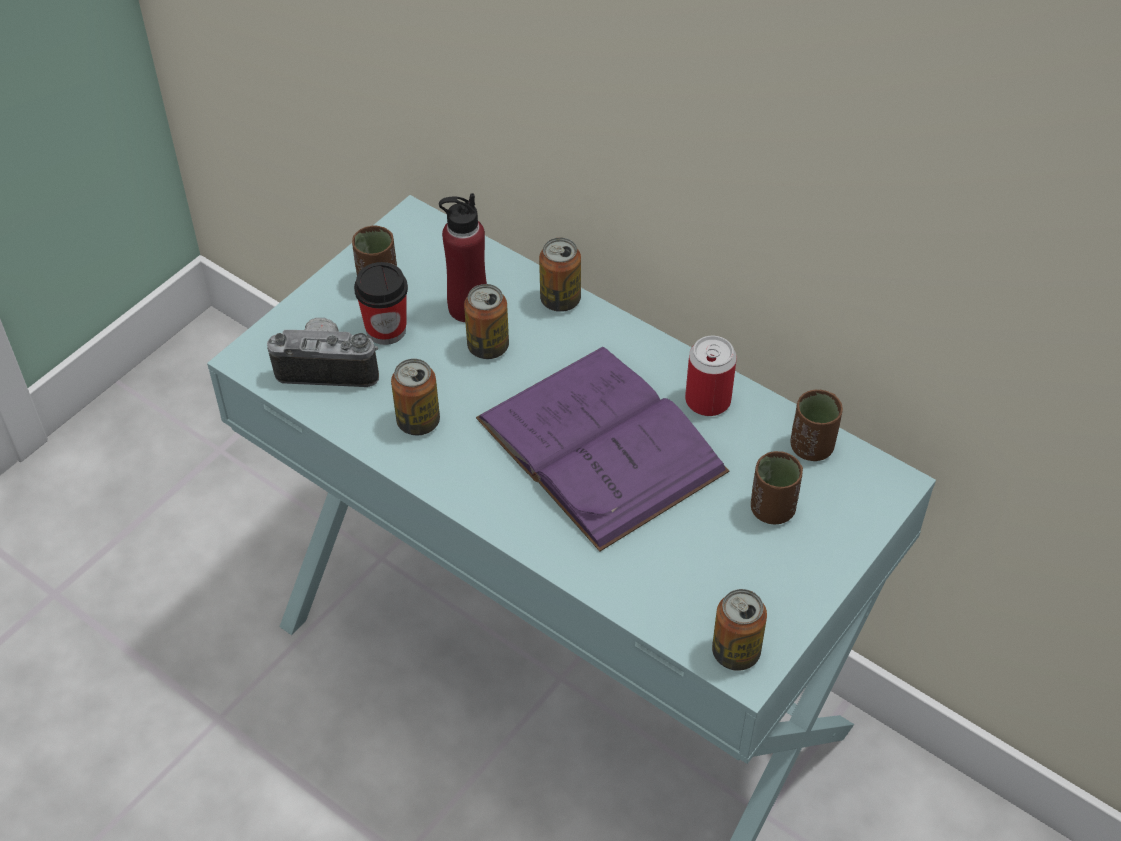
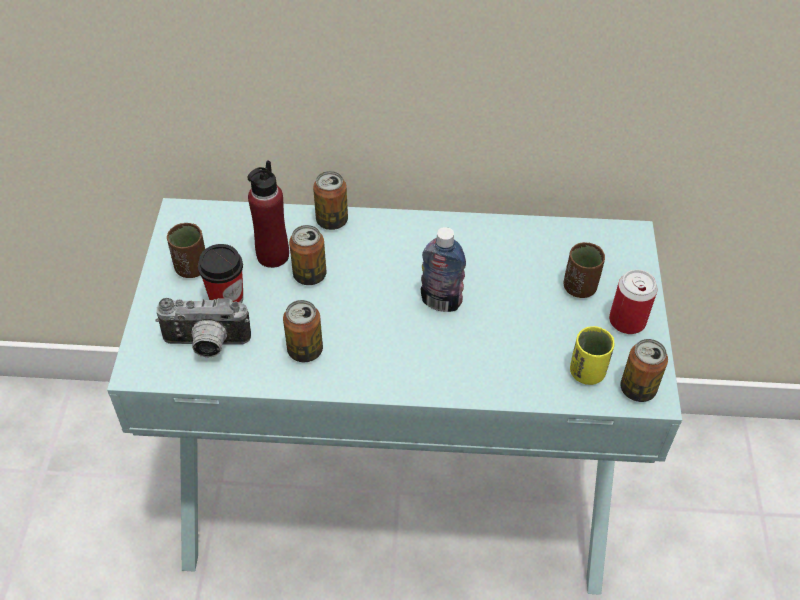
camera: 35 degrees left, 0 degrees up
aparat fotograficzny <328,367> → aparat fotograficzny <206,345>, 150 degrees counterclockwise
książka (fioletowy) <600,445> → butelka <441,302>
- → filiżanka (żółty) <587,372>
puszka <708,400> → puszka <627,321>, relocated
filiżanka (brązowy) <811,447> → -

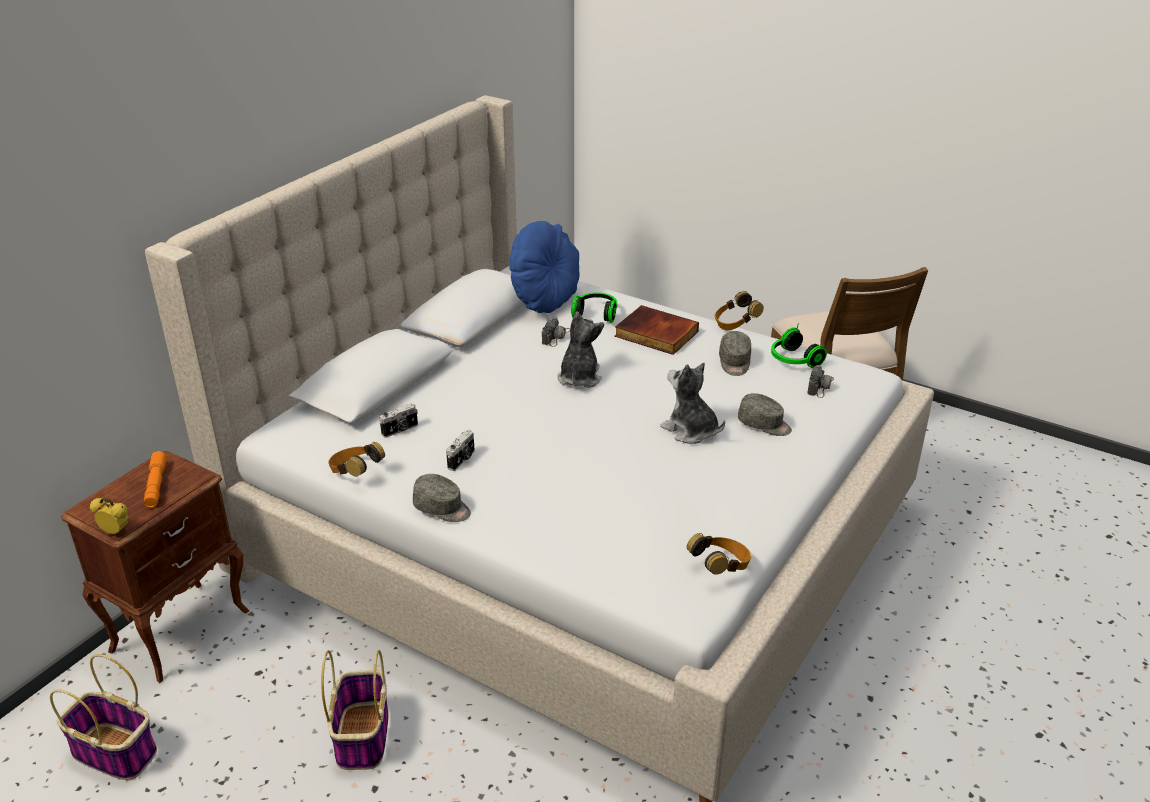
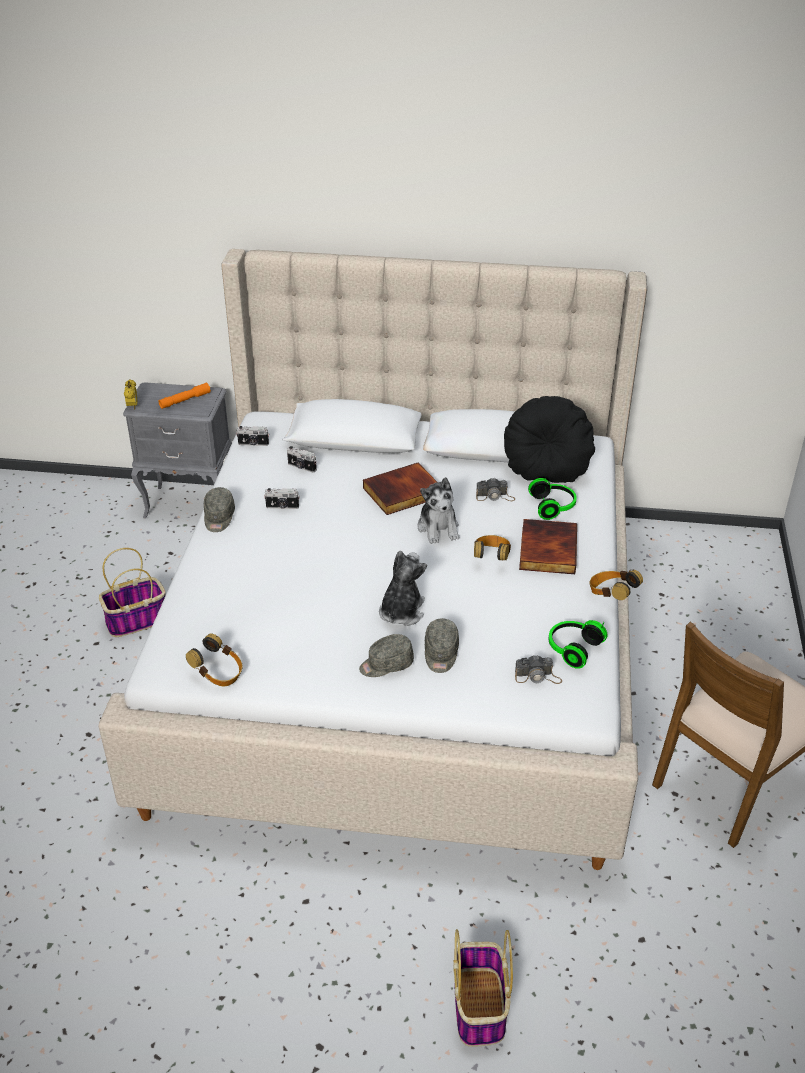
camera: 65 degrees right, 5 degrees up
szafka nocna (brązowy) <180,630> → szafka nocna (szary) <190,505>
- → aparat fotograficzny <253,444>
czapka z daszkiem (szary) <734,362> → czapka z daszkiem (szary) <386,664>, relocated
- → książka <403,493>
pluszak <579,377> → pluszak <438,528>, 90 degrees clockwise
koszyk <116,752> → koszyk <480,1008>, relocated
słuchawki <355,473> → słuchawki <491,557>, relocated
poduszka (niebieski) <545,303> → poduszka (czarny) <546,474>

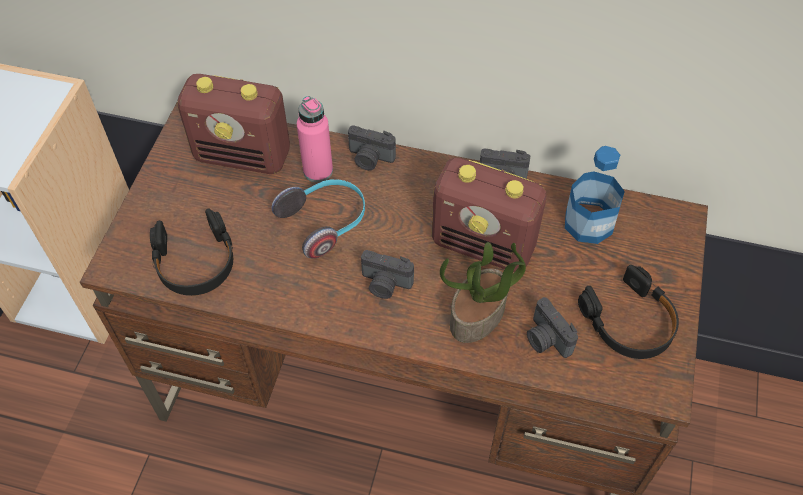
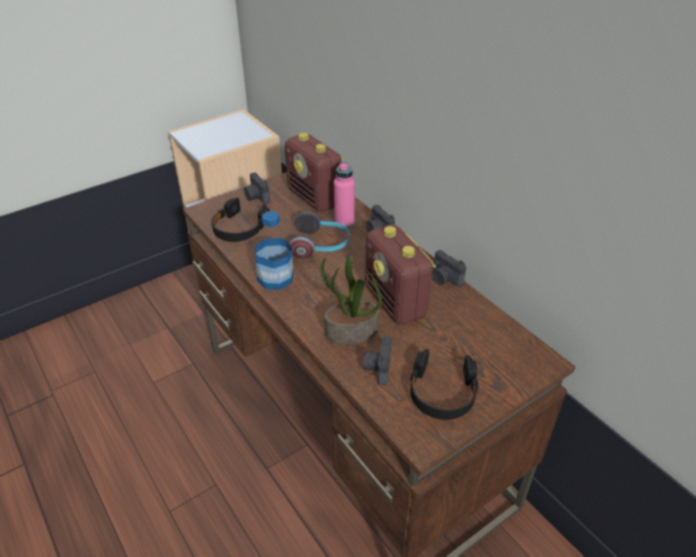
camera: 40 degrees right, 15 degrees down
aparat fotograficzny <385,284> → aparat fotograficzny <256,197>, relocated
butelka <588,223> → butelka <275,278>, relocated

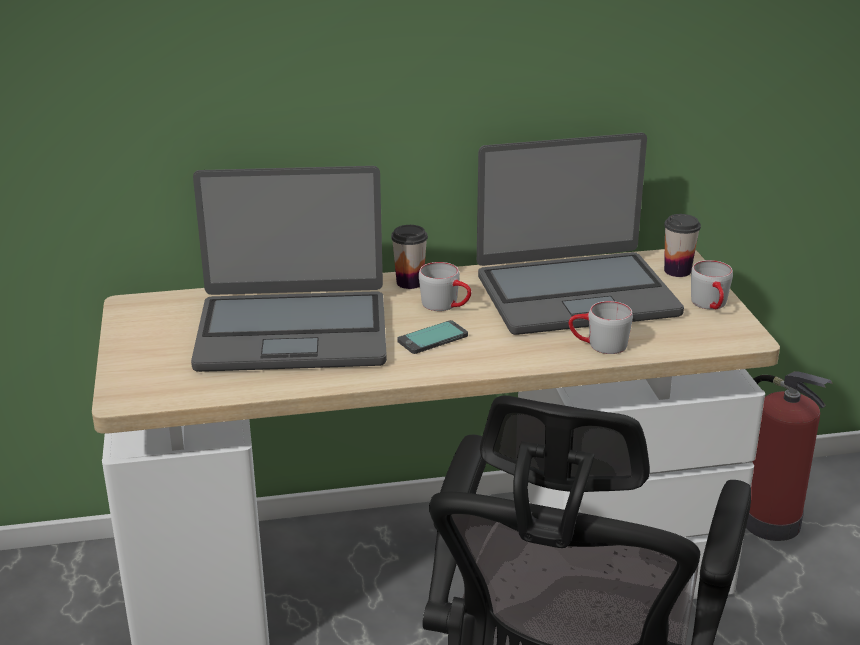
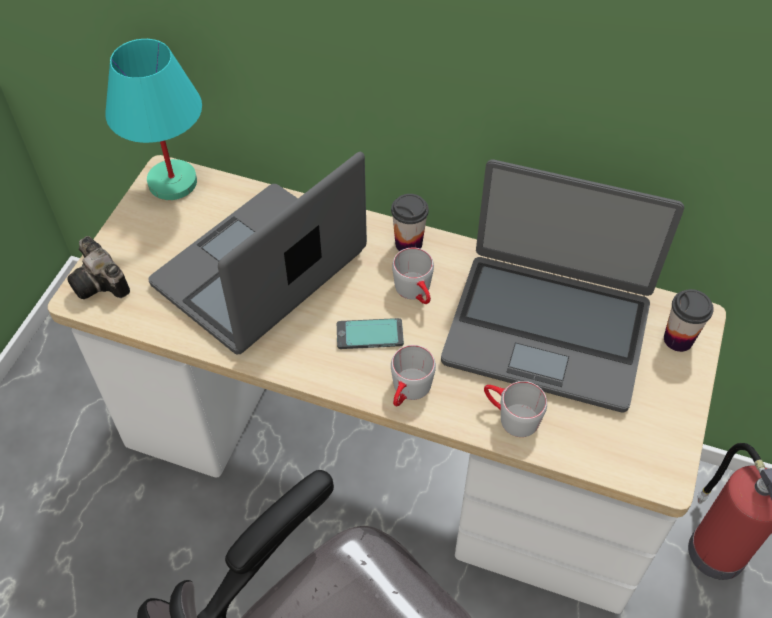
camera: 30 degrees right, 25 degrees up
- → aparat fotograficzny <101,284>
- → lampa stołowa (turkusowy) <172,183>
laptop <292,332> → laptop <261,271>, 105 degrees clockwise
kubek (szary) <711,306> → kubek (szary) <408,392>, relocated

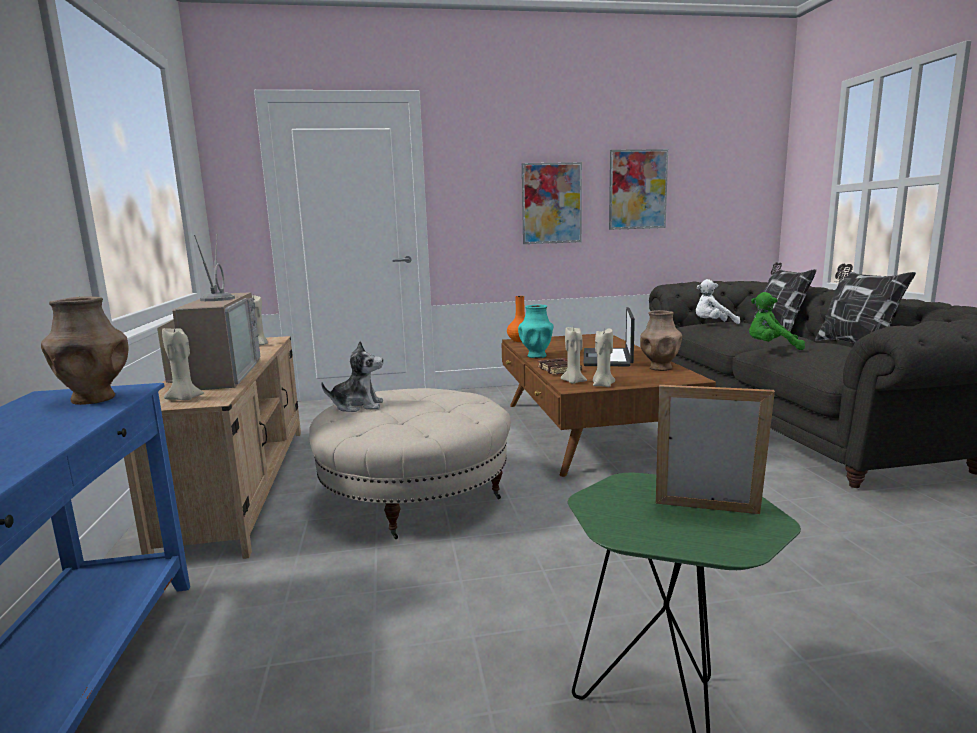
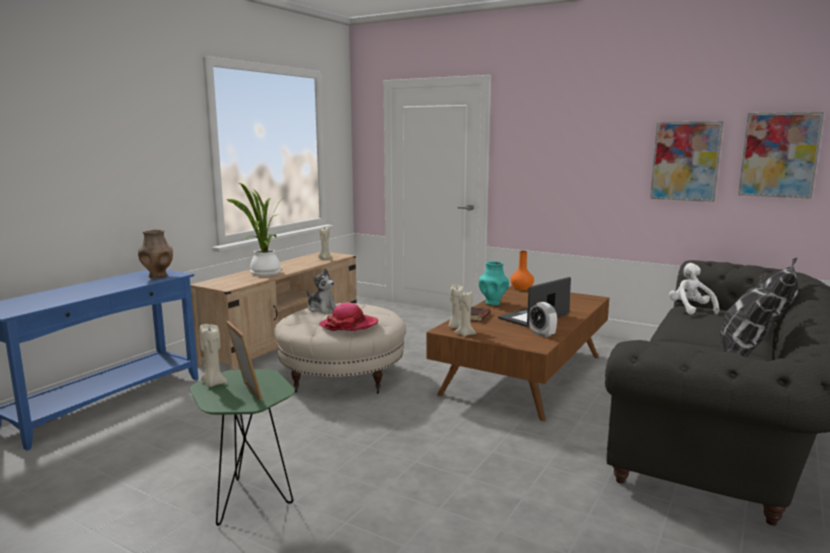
camera: 40 degrees right, 0 degrees up
świeca (beżowy) <185,399> → świeca (beżowy) <213,384>, relocated
telewizor <218,374> → roślina doniczkowa <263,273>
- → kapelusz <349,325>
wazon (brązowy) <660,368> → budzik <542,334>
pluszak (biały) <713,324> → pluszak (biały) <690,309>, 45 degrees clockwise
obraz <551,203> → obraz <779,155>, relocated
pluszak (zielony) <771,347> → -

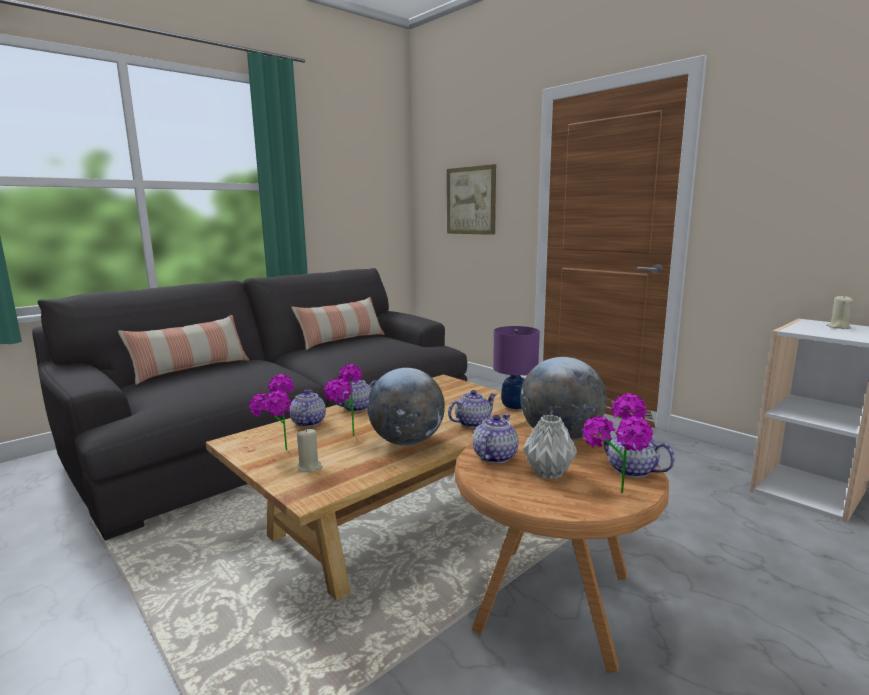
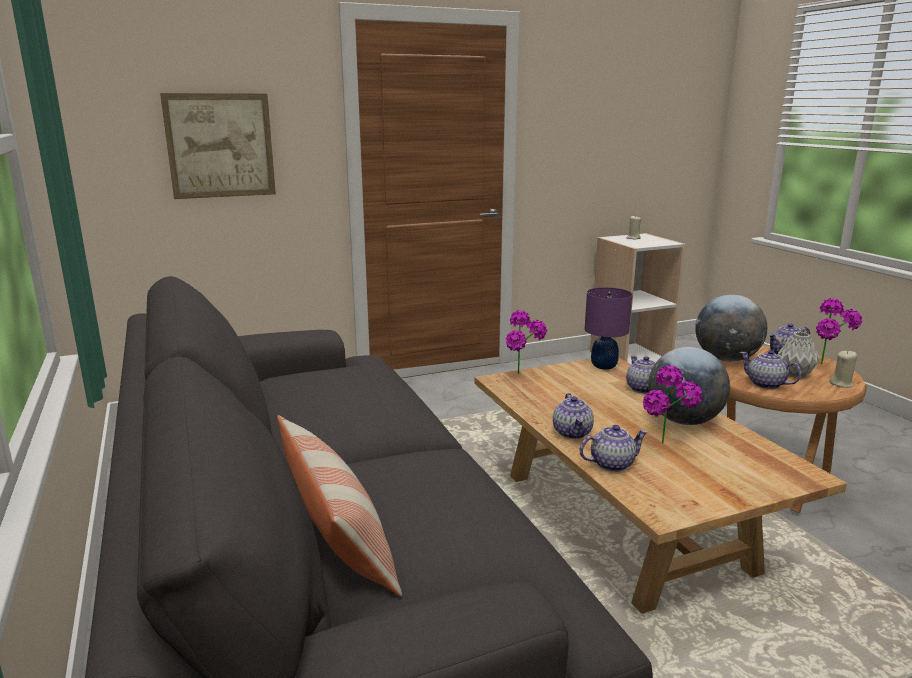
camera: 70 degrees left, 5 degrees up
roślina doniczkowa <278,453> → roślina doniczkowa <523,376>, relocated
imbryk <308,422> → imbryk <612,464>, 150 degrees clockwise
świeca (beżowy) <309,467> → świeca (beżowy) <841,384>, relocated
poduszka <341,340> → -

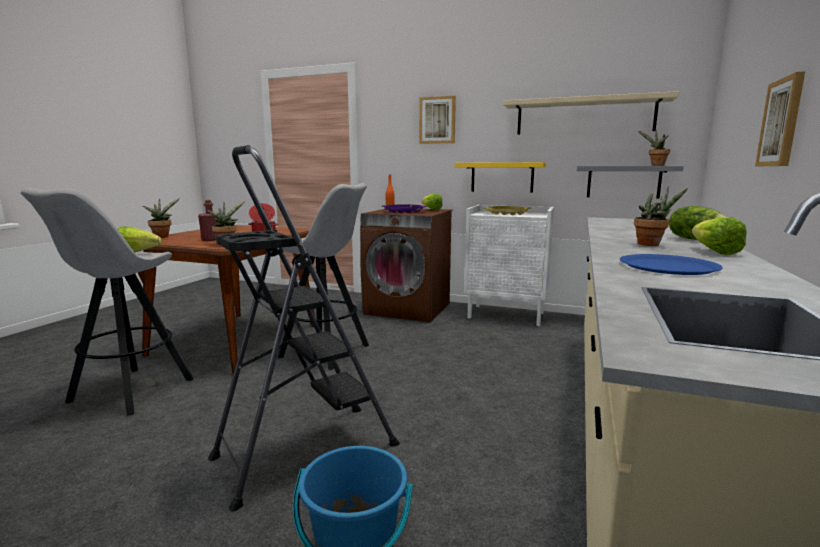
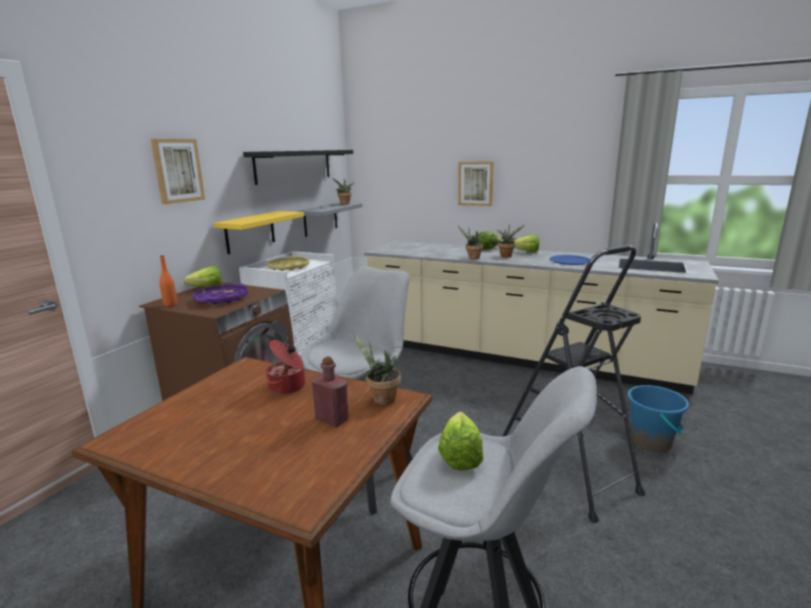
camera: 85 degrees left, 5 degrees up
półka (beżowy) <584,116> → półka (czarny) <294,165>
roślina doniczkowa <162,237> → roślina doniczkowa <472,258>, relocated

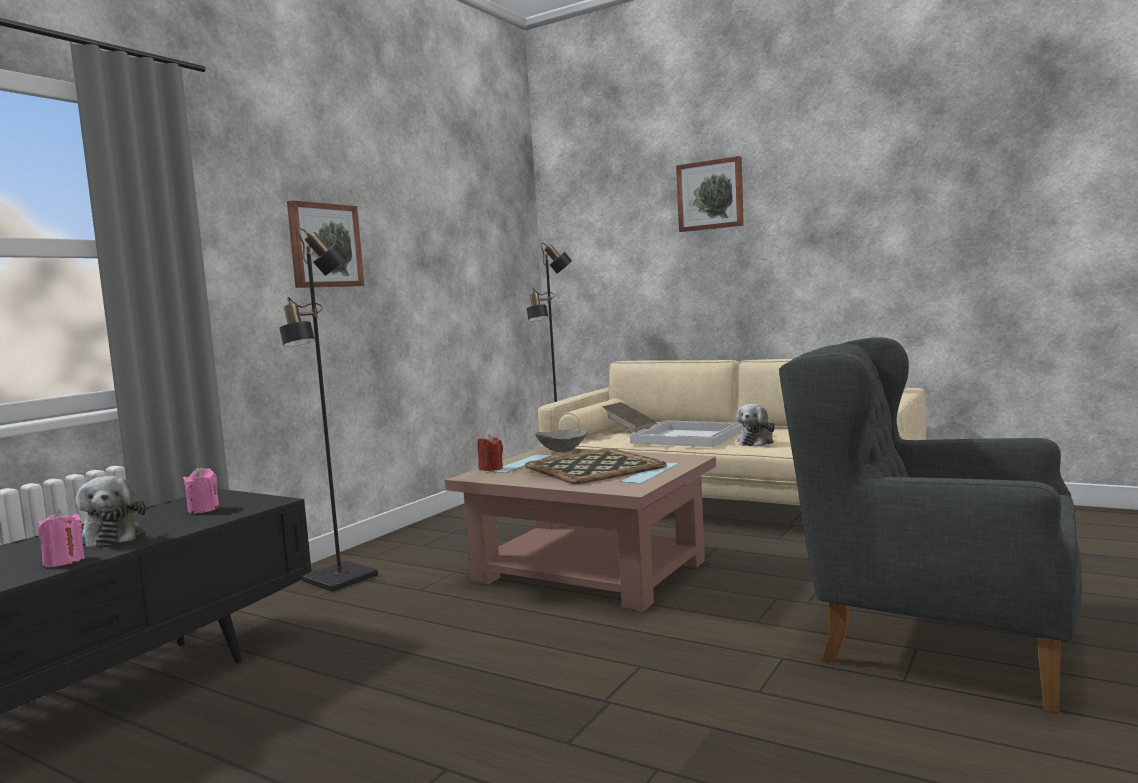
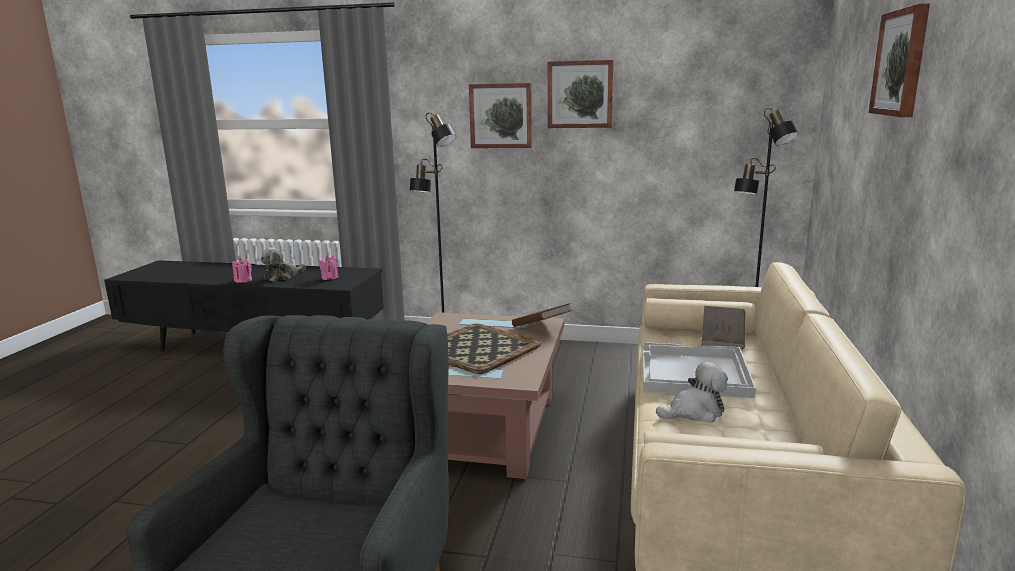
camera: 70 degrees right, 10 degrees up
miska (szary) <561,451> → książka (brązowy) <541,328>
- → obraz <580,94>
pluszak <756,442> → pluszak <695,412>, 150 degrees clockwise
świeca (czerwony) <491,468> → -

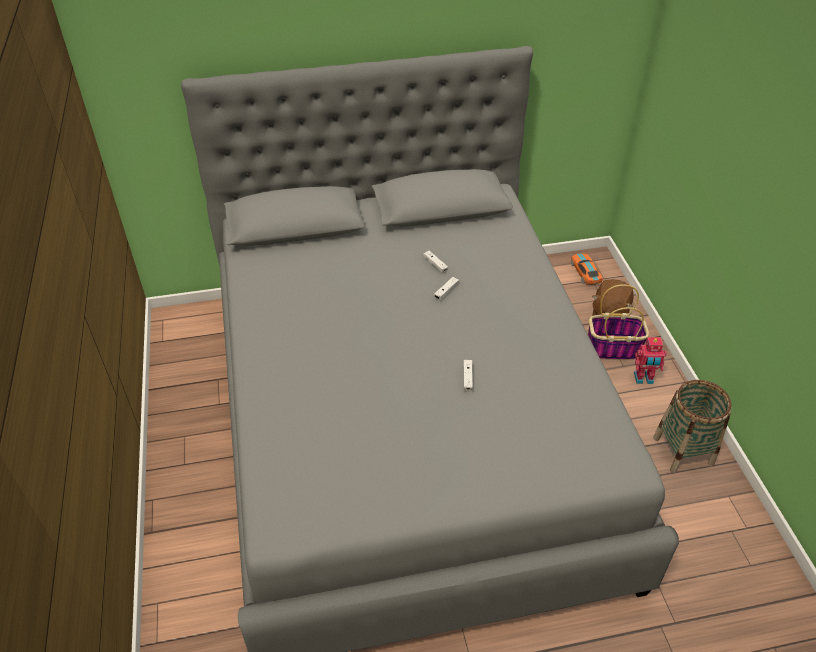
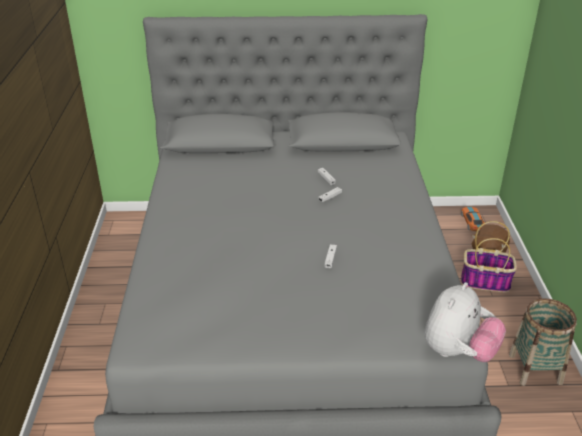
camera: 10 degrees right, 10 degrees down
- → pluszak <458,352>
robot zabawkowy <643,379> → -

